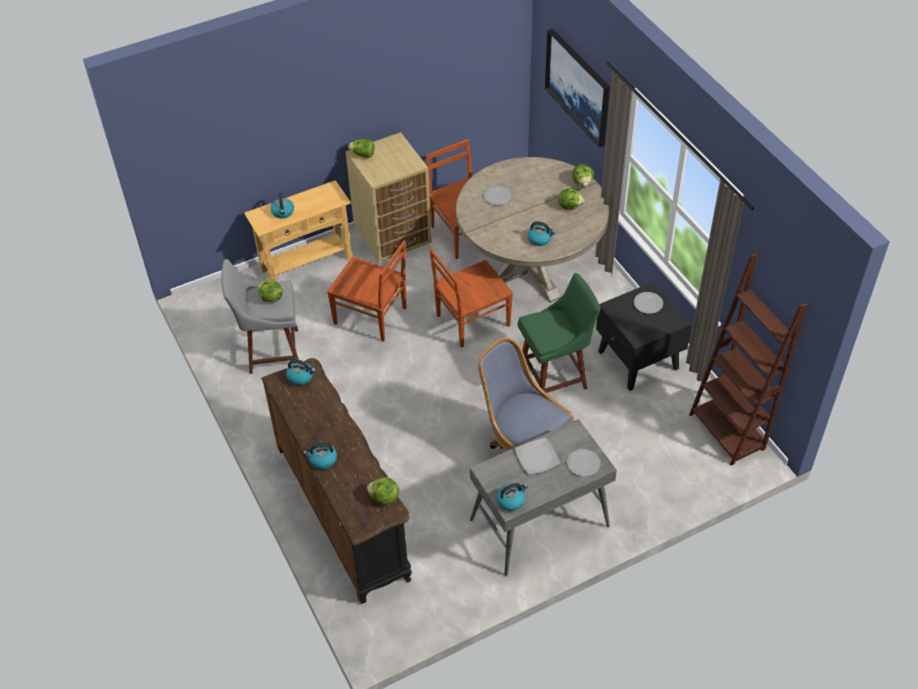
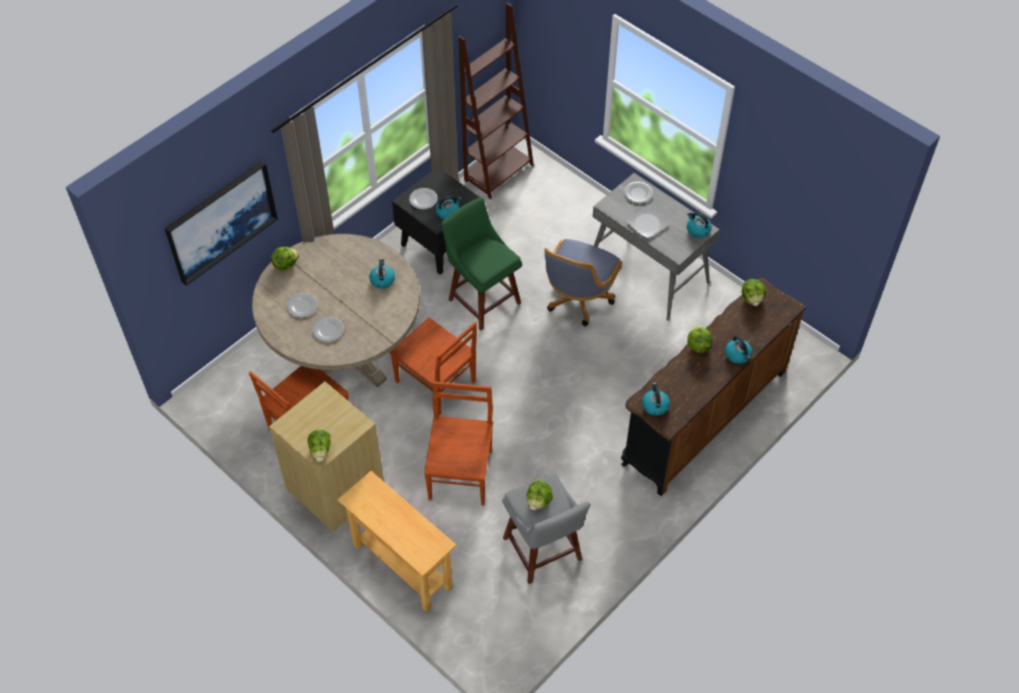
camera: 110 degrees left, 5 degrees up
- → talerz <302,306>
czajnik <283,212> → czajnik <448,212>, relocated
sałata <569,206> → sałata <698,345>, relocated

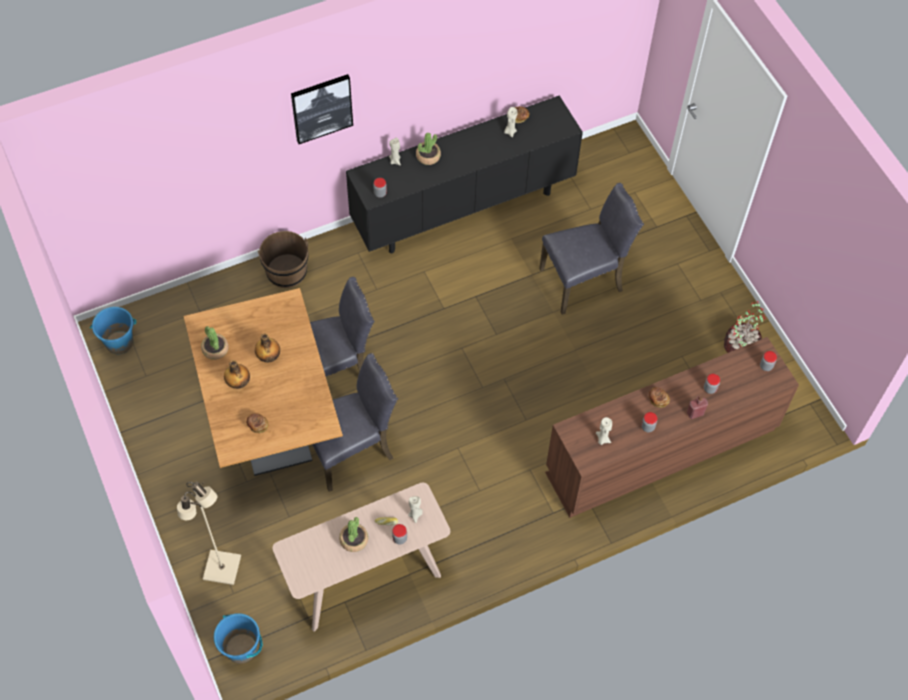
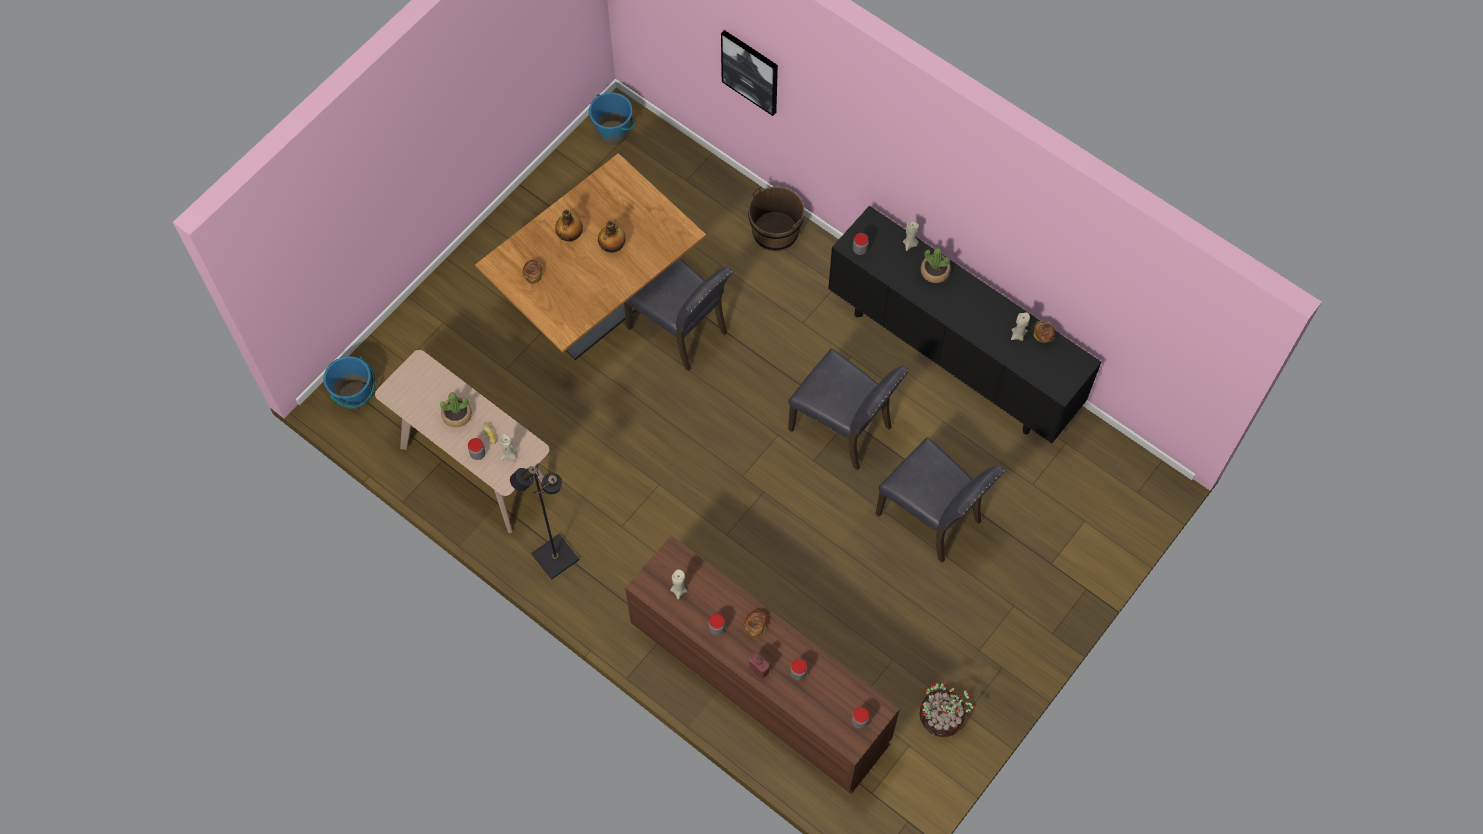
camera: 65 degrees right, 5 degrees up
- → lampa stojąca (czarny) <555,557>
obraz <321,108> → obraz <750,71>, relocated
krzesło (szary) <351,450> → krzesło (szary) <843,428>, relocated
lampa stojąca (beżowy) <222,567> → -
roślina doniczkowa <215,349> → -

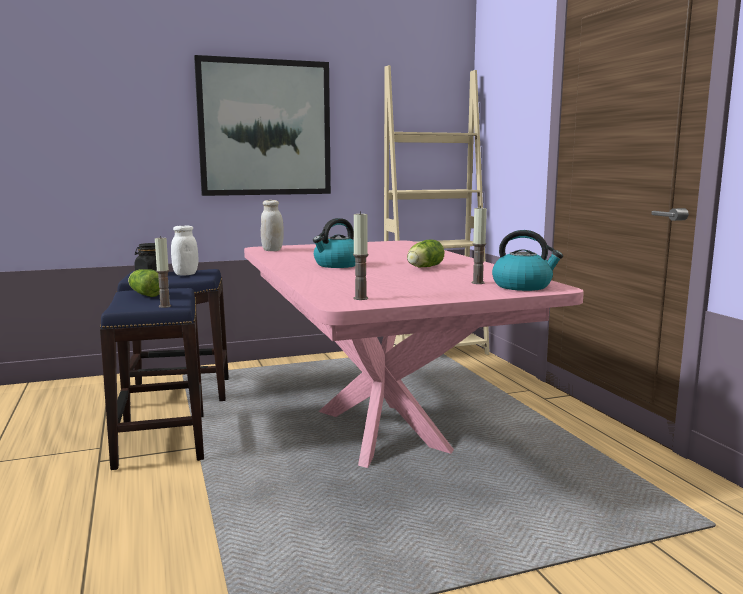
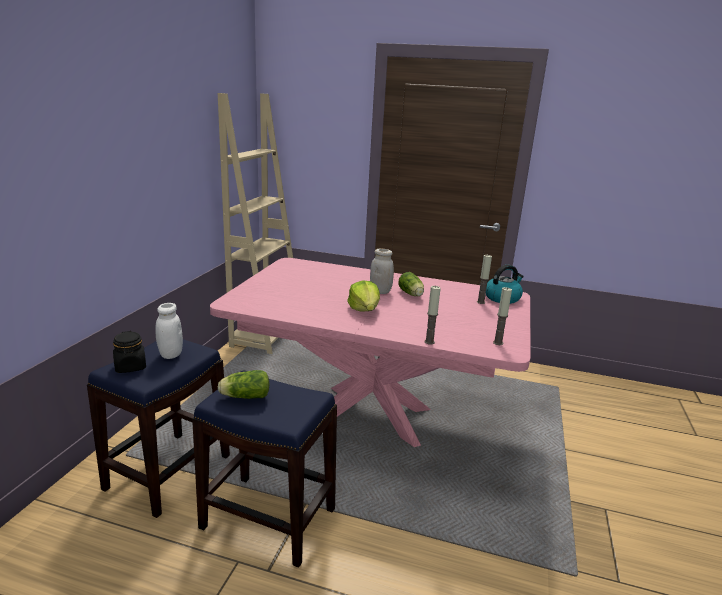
camera: 55 degrees left, 10 degrees up
czajnik <337,265> → sałata <364,309>
słoik (biały) <272,250> → słoik (biały) <380,291>, relocated
świeca <165,306> → świeca <429,342>, relocated
obraz <265,128> → -

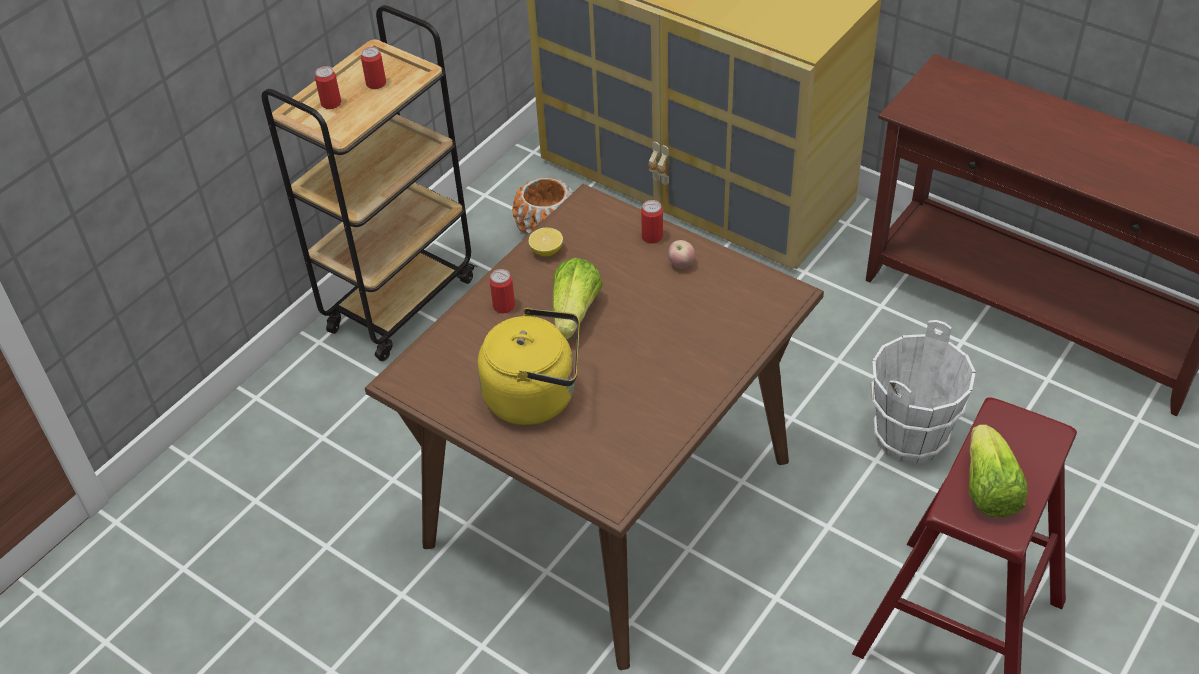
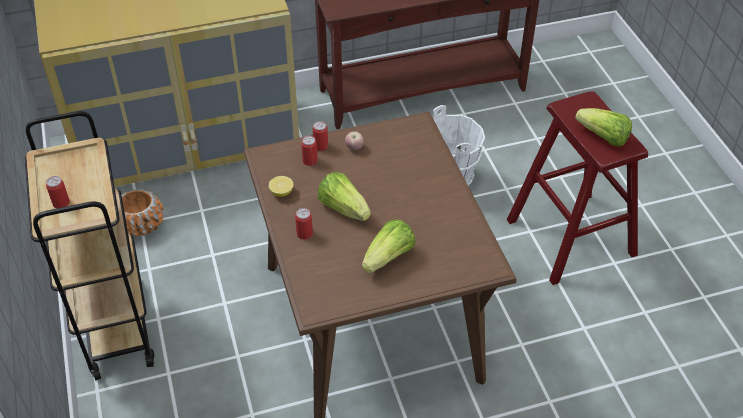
camera: 55 degrees left, 0 degrees up
puszka <376,83> → puszka <310,161>, relocated
czajnik (żółty) <536,396> → sałata <388,257>

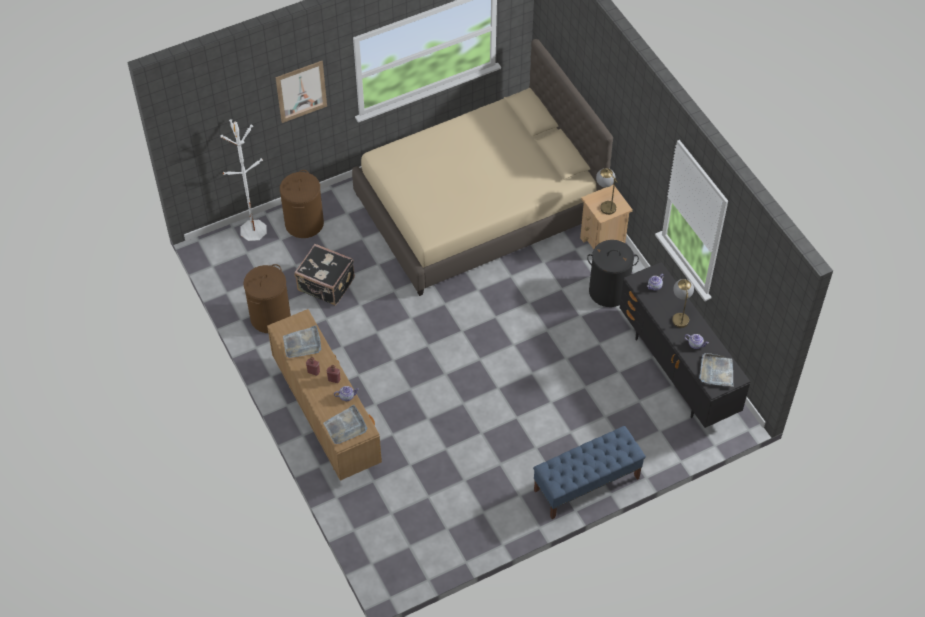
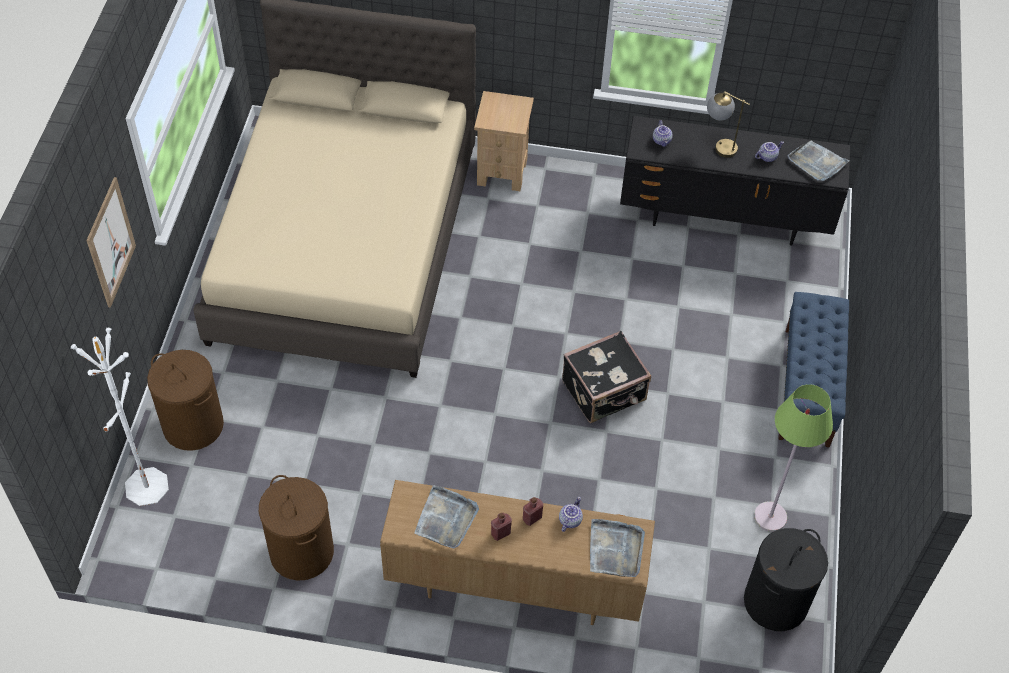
camera: 55 degrees left, 0 degrees up
walizka (czarny) <326,285> → walizka (czarny) <604,392>, relocated
kosz na pranie (czarny) <608,291> → kosz na pranie (czarny) <776,602>, relocated
- → lampa stojąca (zielony) <770,517>
lampa stołowa <605,204> → -

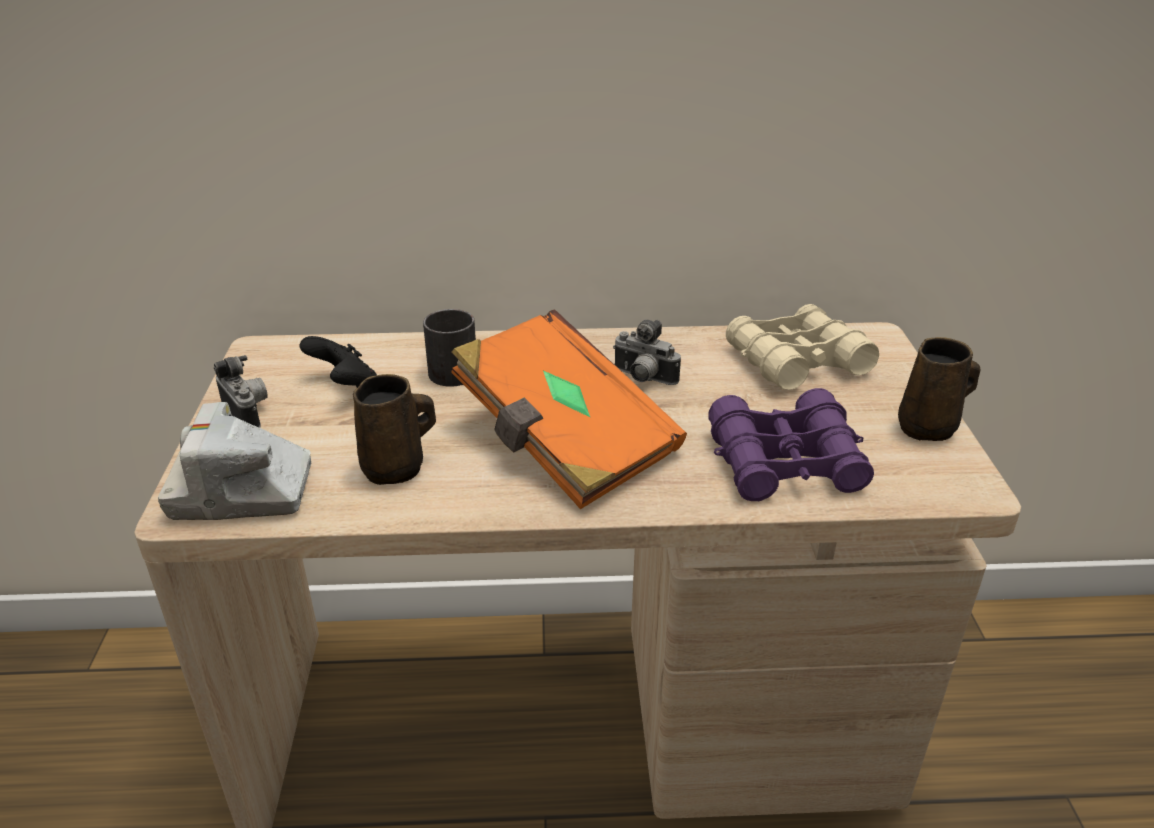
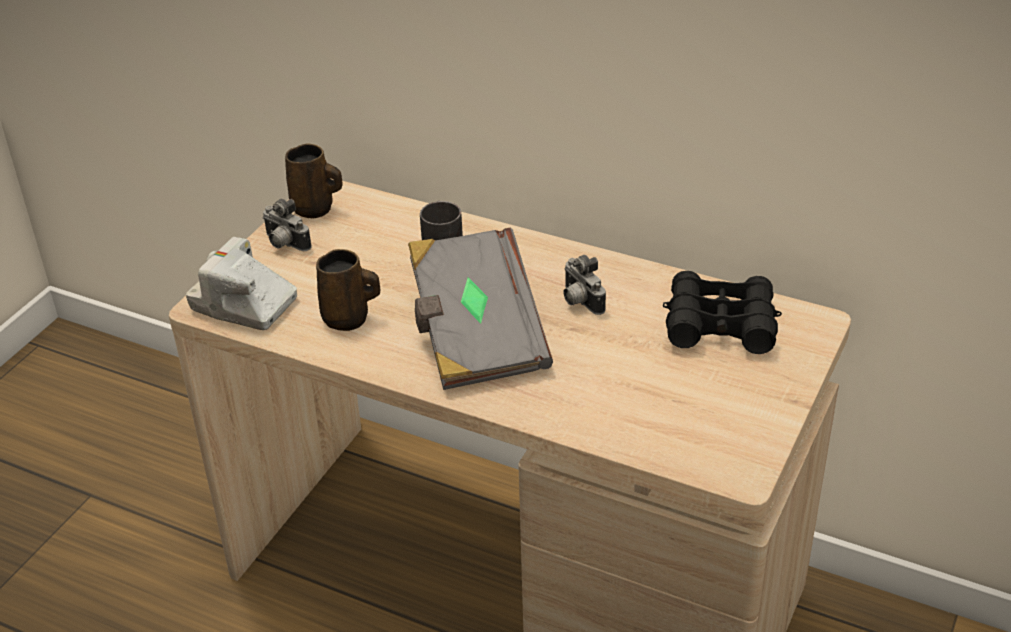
camera: 30 degrees right, 5 degrees up
aparat fotograficzny <249,413> → aparat fotograficzny <284,244>, 135 degrees clockwise
kubek (brązowy) <929,428> → kubek (brązowy) <315,209>, relocated
książka (pomarańczowy) <564,441> → książka (szary) <476,335>
lornetka (beżowy) <796,361> → lornetka (czarny) <720,324>
pad do gier (czarny) <345,387> → -
lornetka (fioletowy) <785,462> → -

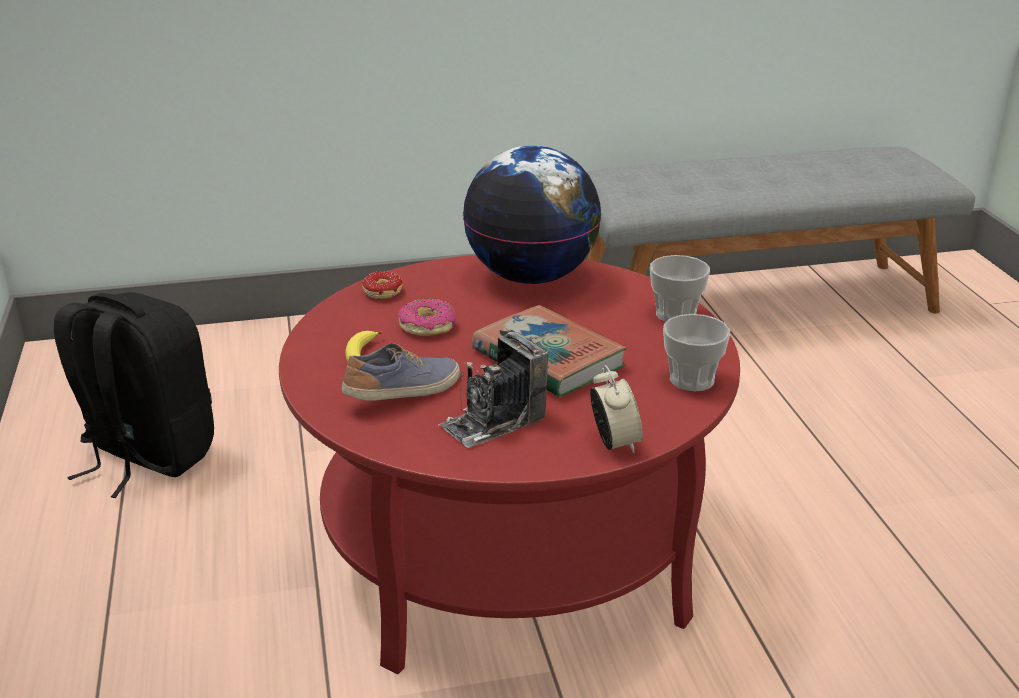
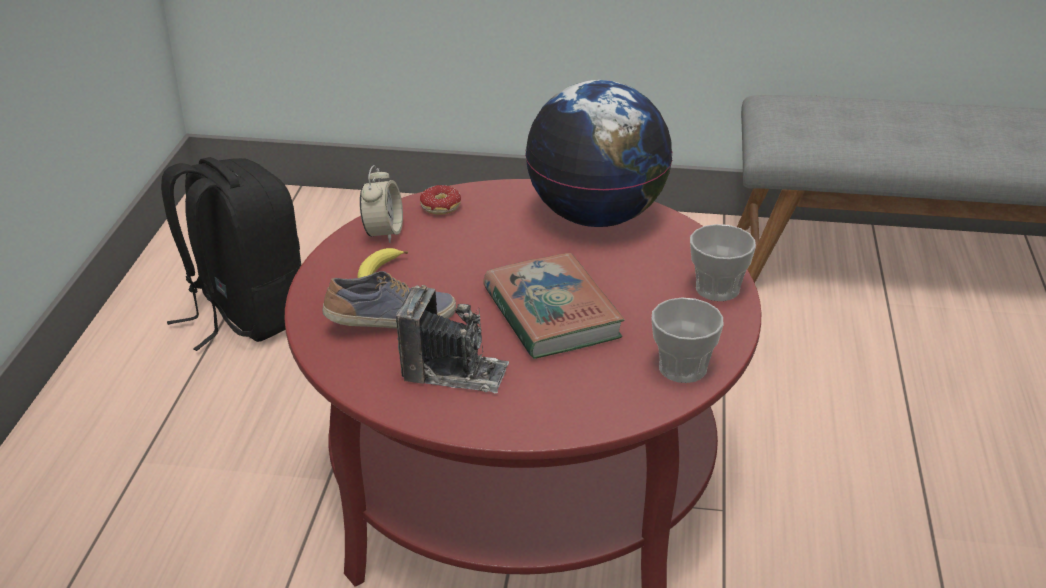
camera: 20 degrees right, 5 degrees up
budzik <614,443> → budzik <383,233>, relocated
aparat fotograficzny <493,422> → aparat fotograficzny <454,371>, 150 degrees counterclockwise
donut <427,326> → -

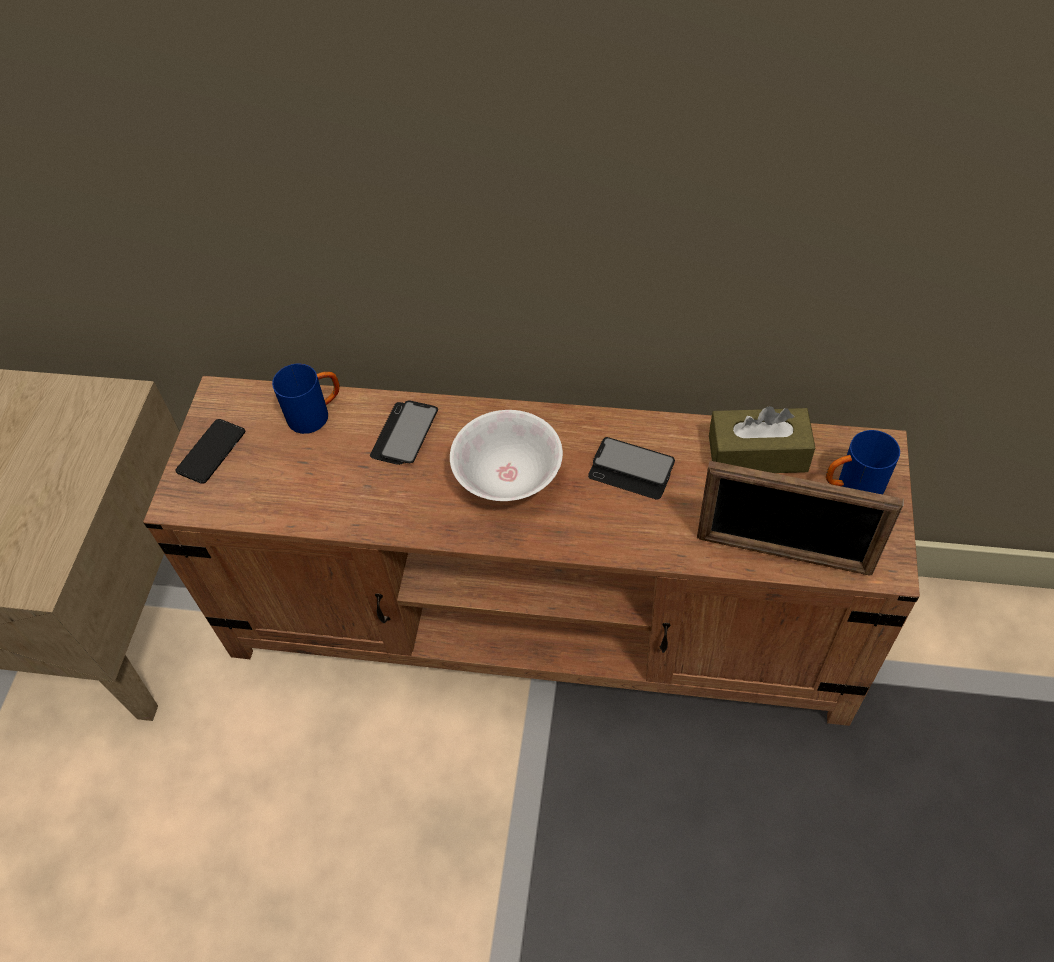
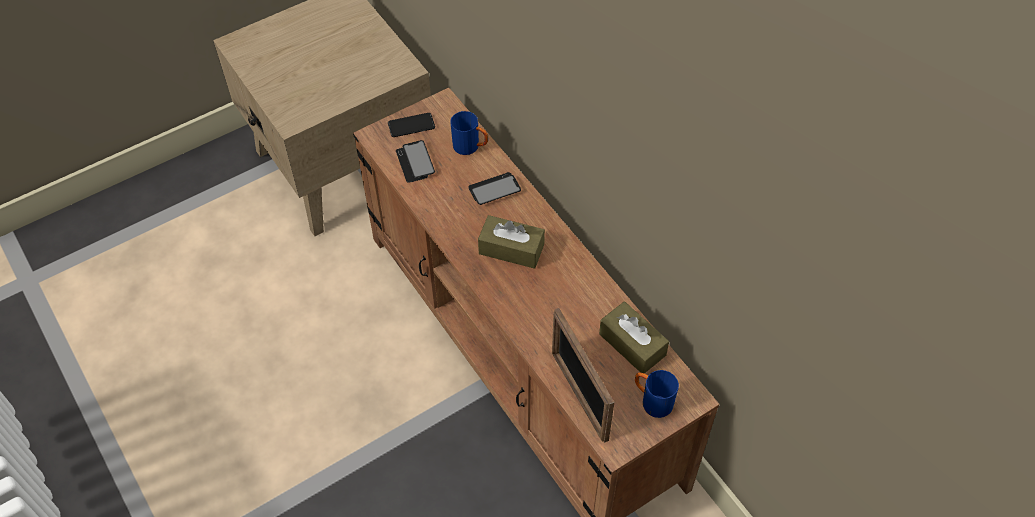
camera: 45 degrees right, 0 degrees up
telefon <631,470> → telefon <415,162>, relocated
miska (biały) <508,477> → pudełko chusteczek (brązowy) <511,249>

